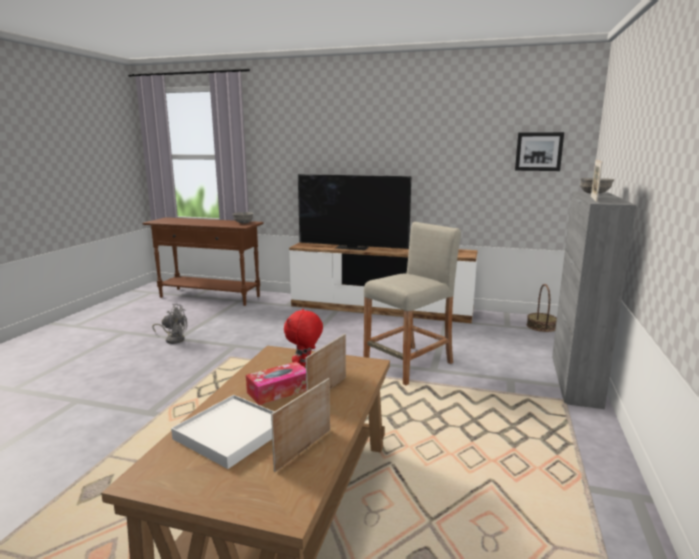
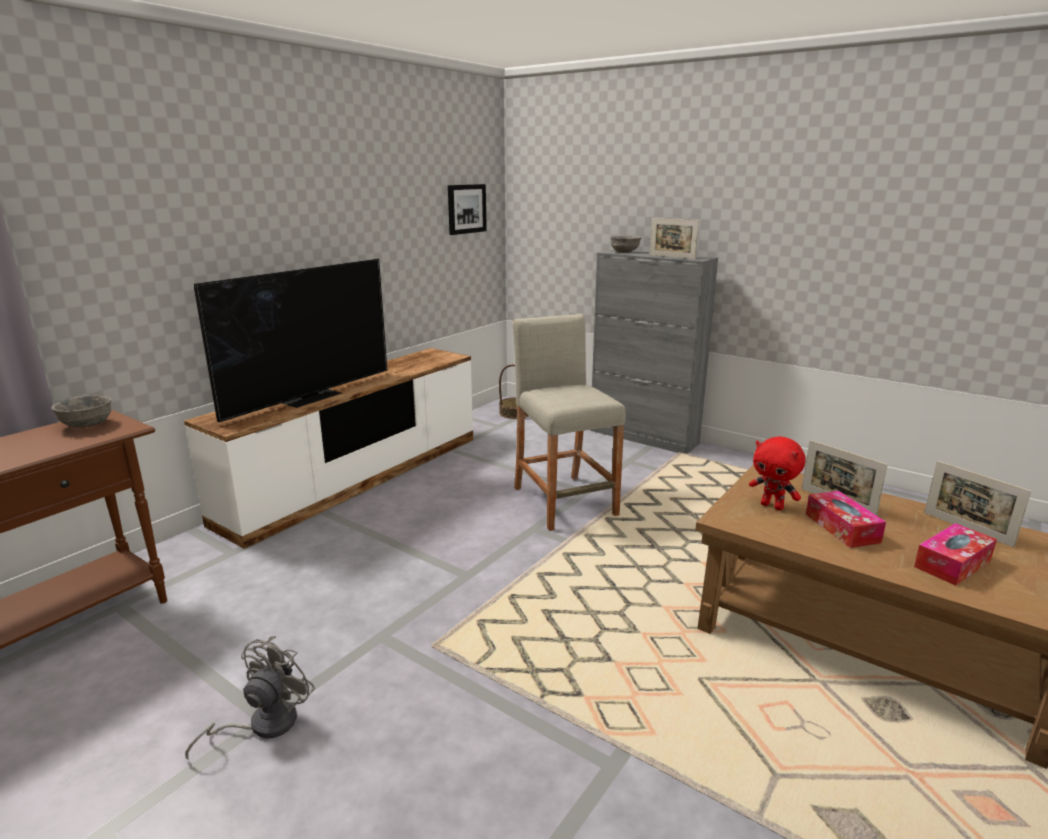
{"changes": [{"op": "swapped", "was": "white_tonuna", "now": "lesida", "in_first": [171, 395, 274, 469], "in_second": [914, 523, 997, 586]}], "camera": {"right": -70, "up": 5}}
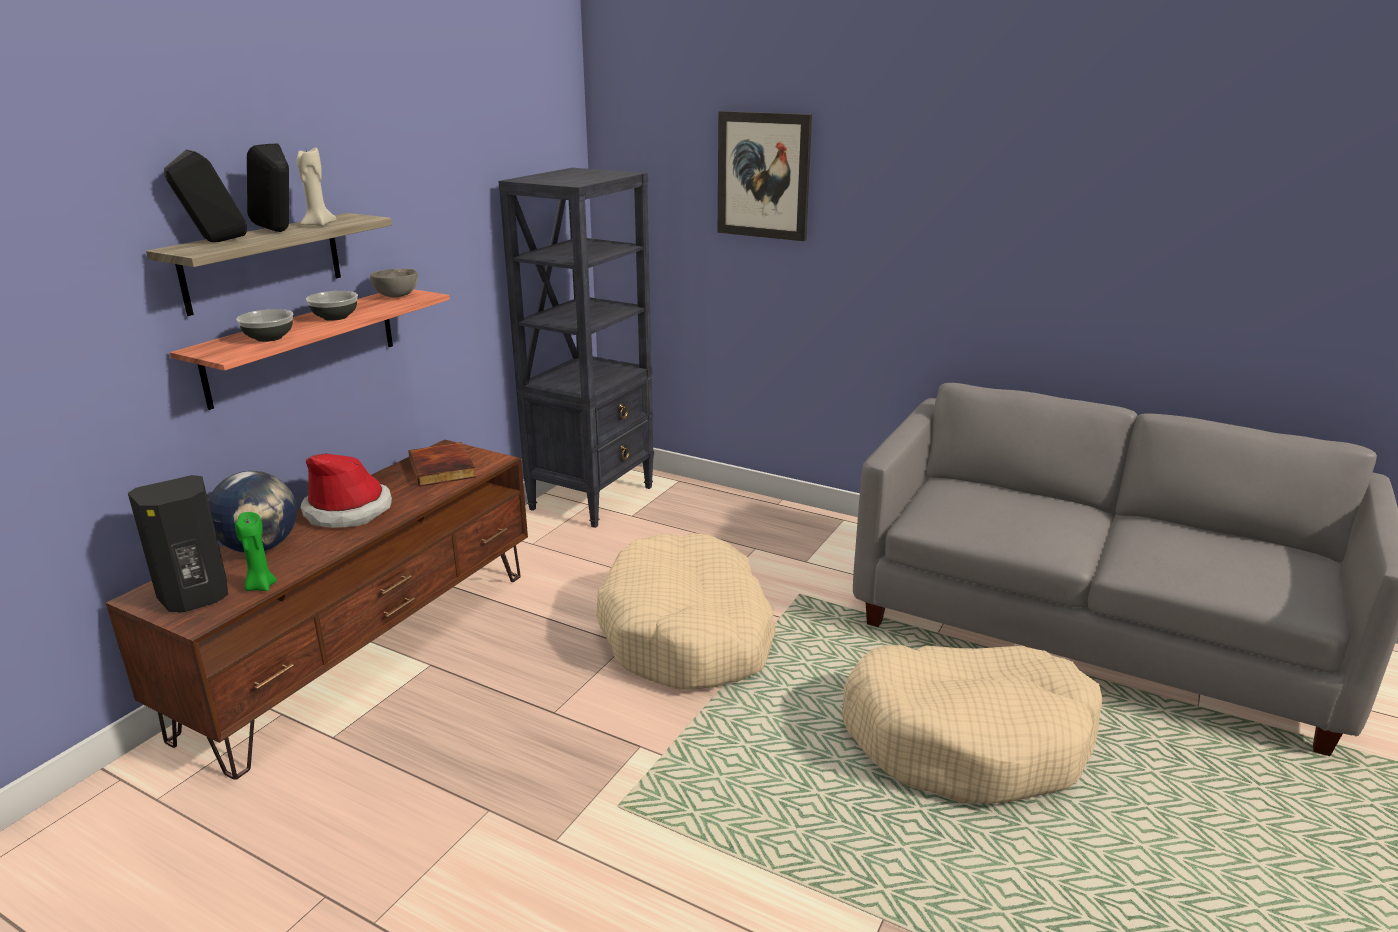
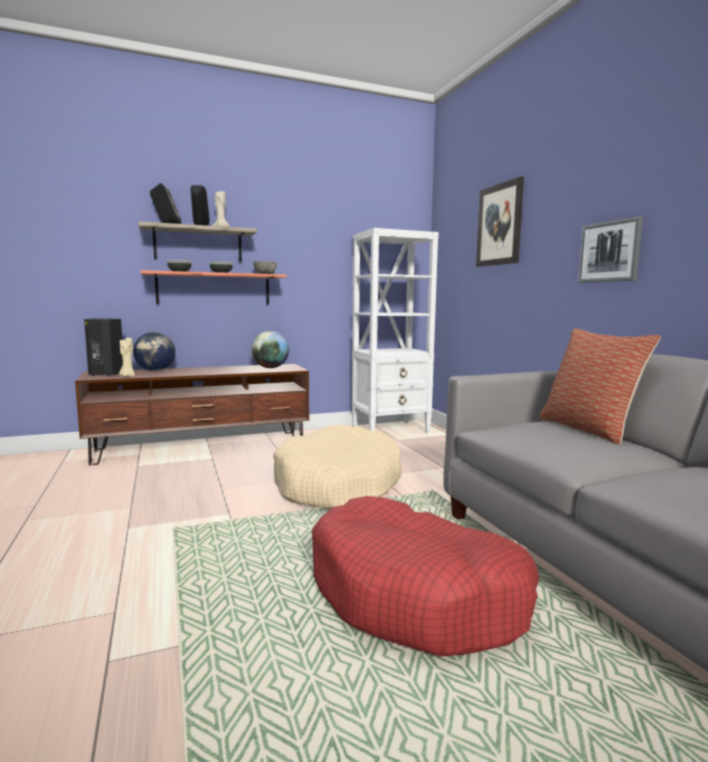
{"changes": [{"op": "repainted", "was": "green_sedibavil", "now": "beige_sedibavil", "in_first": [235, 512, 277, 591], "in_second": [119, 338, 135, 377]}, {"op": "gone", "was": "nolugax", "in_first": [301, 453, 392, 528]}, {"op": "swapped", "was": "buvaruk", "now": "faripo", "in_first": [408, 442, 476, 487], "in_second": [251, 331, 289, 368]}, {"op": "repainted", "was": "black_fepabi", "now": "white_fepabi", "in_first": [498, 168, 654, 528], "in_second": [352, 228, 439, 434]}, {"op": "repainted", "was": "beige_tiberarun", "now": "red_tiberarun", "in_first": [842, 645, 1102, 804], "in_second": [312, 496, 539, 657]}, {"op": "new", "now": "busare", "in_second": [539, 328, 661, 445]}, {"op": "new", "now": "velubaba", "in_second": [578, 216, 643, 283]}], "camera": {"right": 40, "up": -15}}
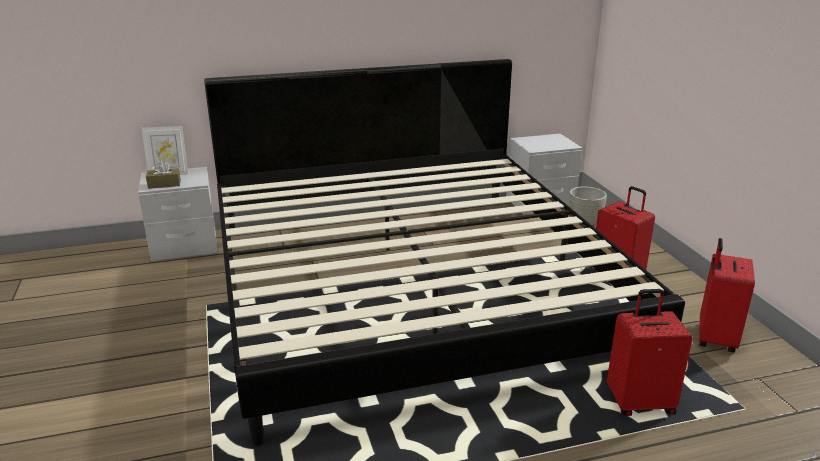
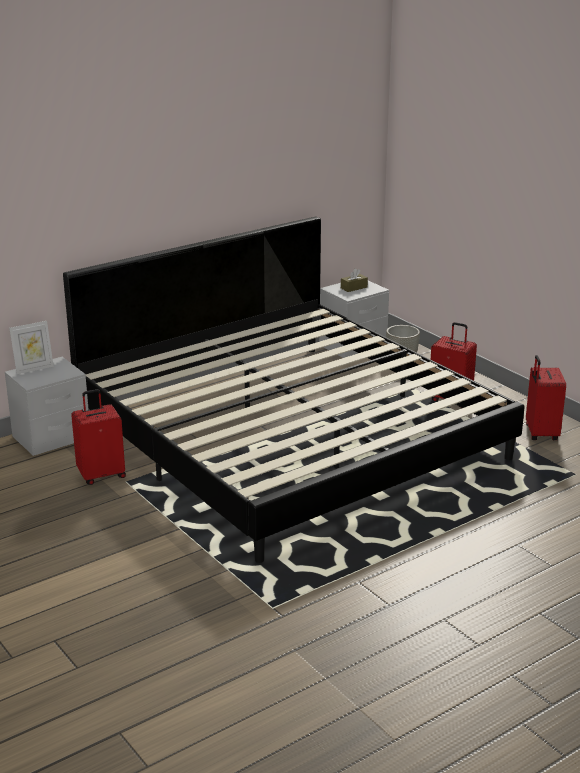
{"changes": [{"op": "shifted", "was": "brown_lesida", "in_first": [146, 160, 181, 189], "in_second": [341, 268, 368, 292]}, {"op": "shifted", "was": "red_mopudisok", "in_first": [607, 289, 693, 416], "in_second": [71, 389, 126, 485]}], "camera": {"right": -20, "up": 0}}
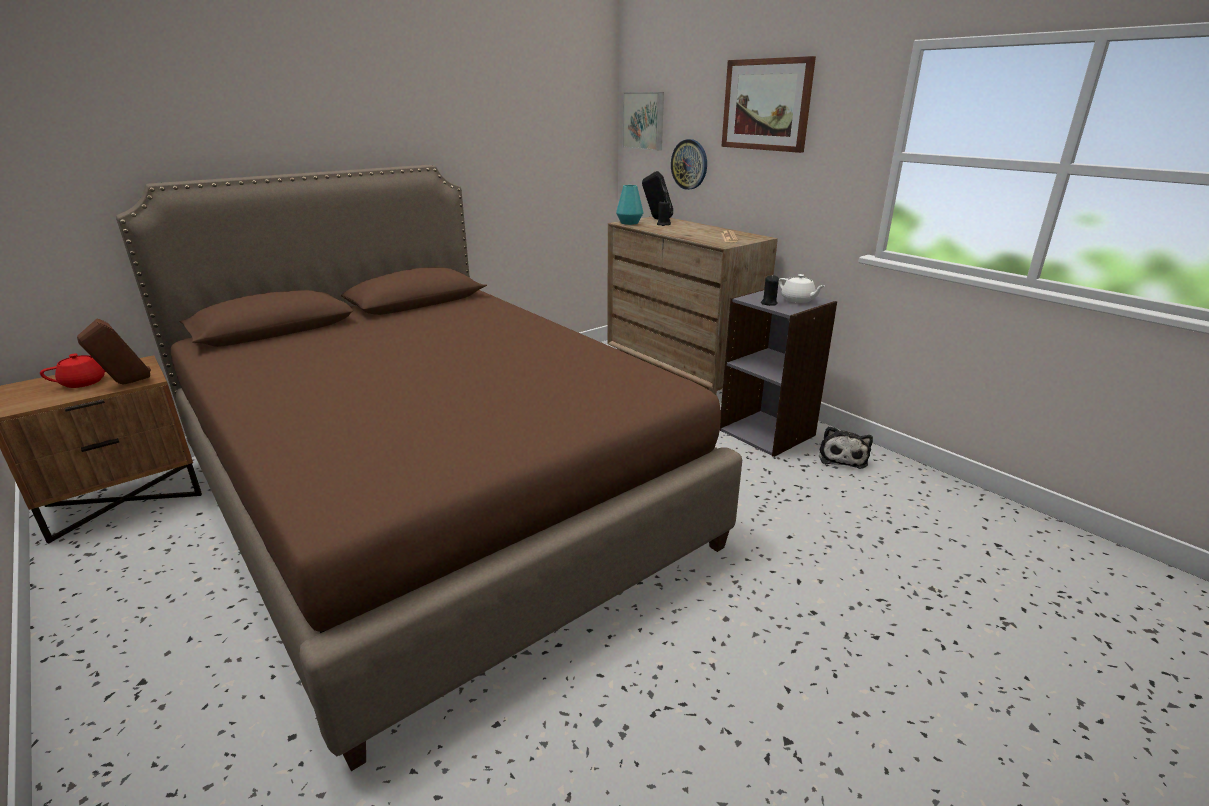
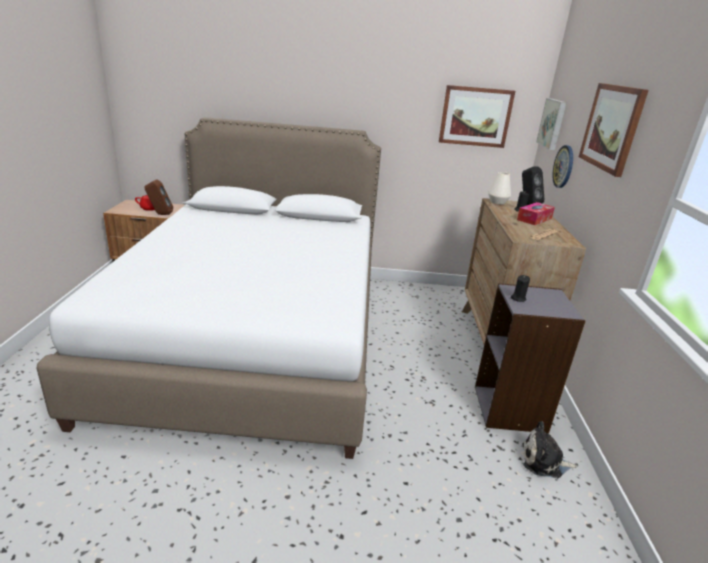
{"changes": [{"op": "repainted", "was": "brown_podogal", "now": "white_podogal", "in_first": [116, 165, 742, 771], "in_second": [37, 117, 381, 459]}, {"op": "repainted", "was": "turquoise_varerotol", "now": "white_varerotol", "in_first": [616, 185, 643, 225], "in_second": [488, 172, 511, 205]}, {"op": "gone", "was": "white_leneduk", "in_first": [779, 274, 824, 303]}, {"op": "rotated", "was": "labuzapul", "in_first": [819, 426, 873, 469], "in_second": [522, 421, 578, 478], "clockwise": 45}, {"op": "new", "now": "velubaba", "in_second": [439, 85, 515, 148]}, {"op": "new", "now": "lesida", "in_second": [517, 202, 555, 225]}], "camera": {"right": 40, "up": 0}}
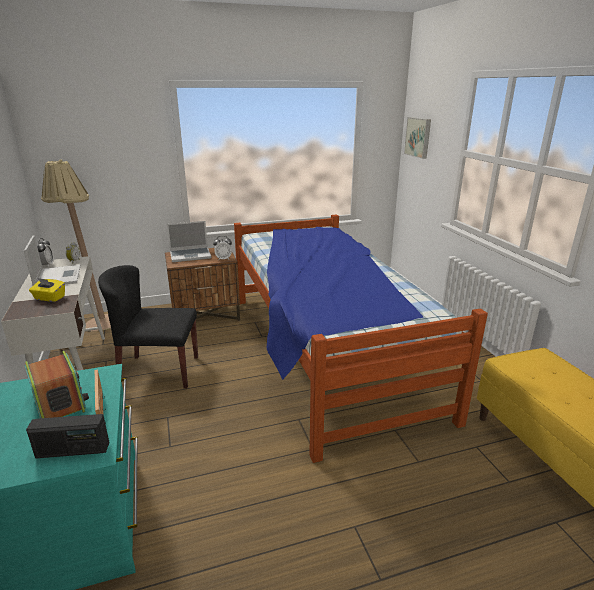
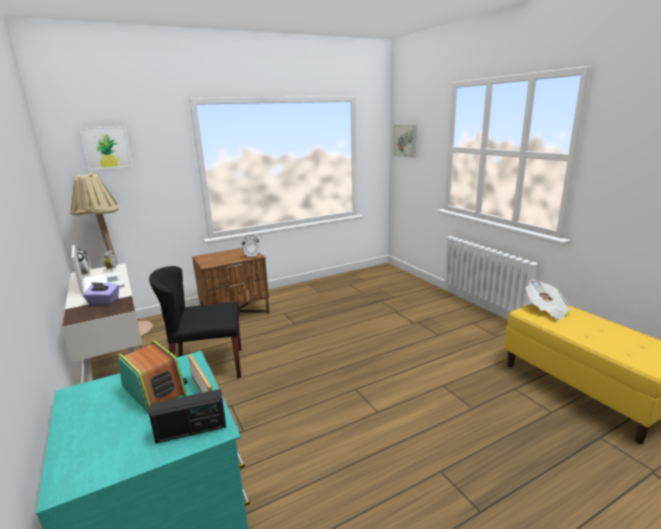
{"changes": [{"op": "repainted", "was": "yellow_lesida", "now": "purple_lesida", "in_first": [29, 278, 65, 302], "in_second": [83, 282, 119, 305]}, {"op": "gone", "was": "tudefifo", "in_first": [167, 221, 211, 262]}, {"op": "gone", "was": "podogal", "in_first": [234, 214, 488, 463]}, {"op": "new", "now": "velubaba", "in_second": [80, 126, 133, 170]}, {"op": "new", "now": "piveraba", "in_second": [525, 280, 571, 320]}], "camera": {"right": -10, "up": -5}}
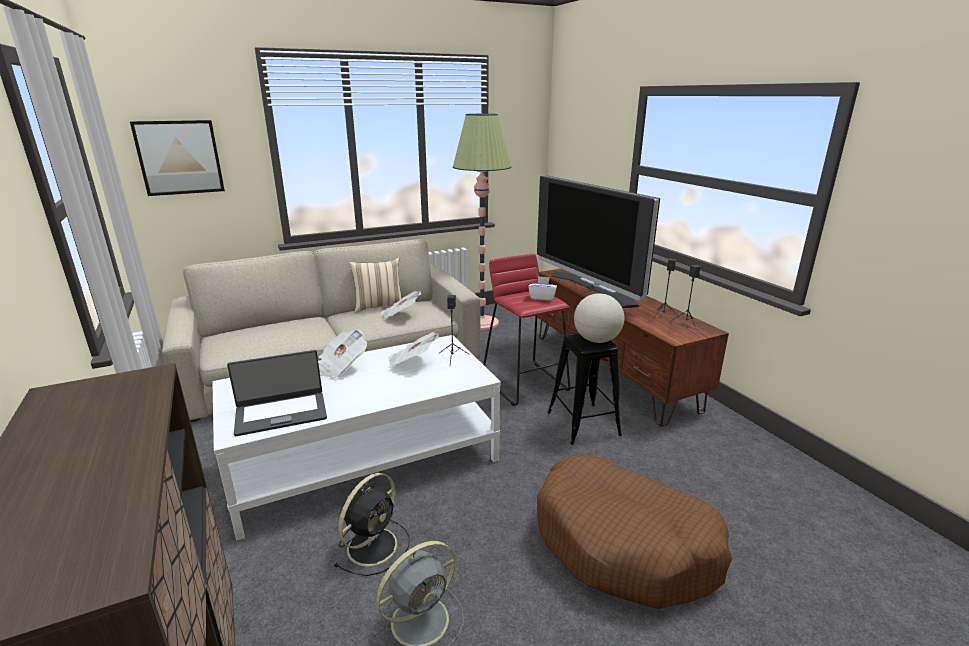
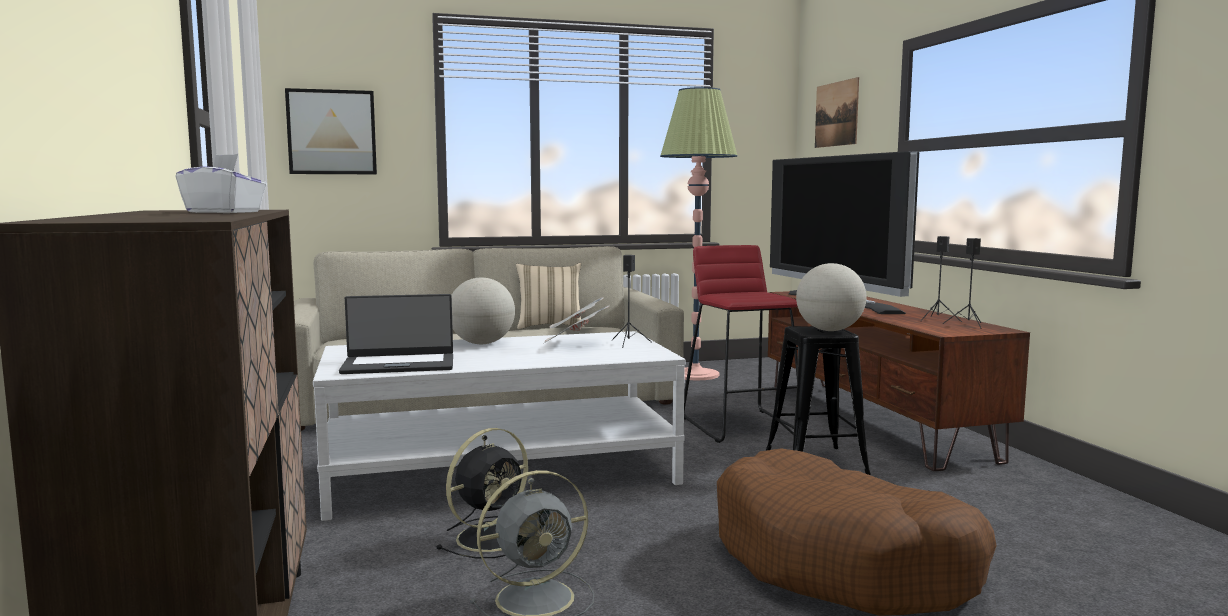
{"changes": [{"op": "swapped", "was": "piveraba", "now": "faripo", "in_first": [319, 330, 367, 377], "in_second": [452, 277, 515, 344]}, {"op": "shifted", "was": "white_lesida", "in_first": [528, 276, 557, 300], "in_second": [176, 154, 267, 213]}, {"op": "new", "now": "velubaba", "in_second": [815, 77, 859, 148]}], "camera": {"right": 10, "up": -15}}
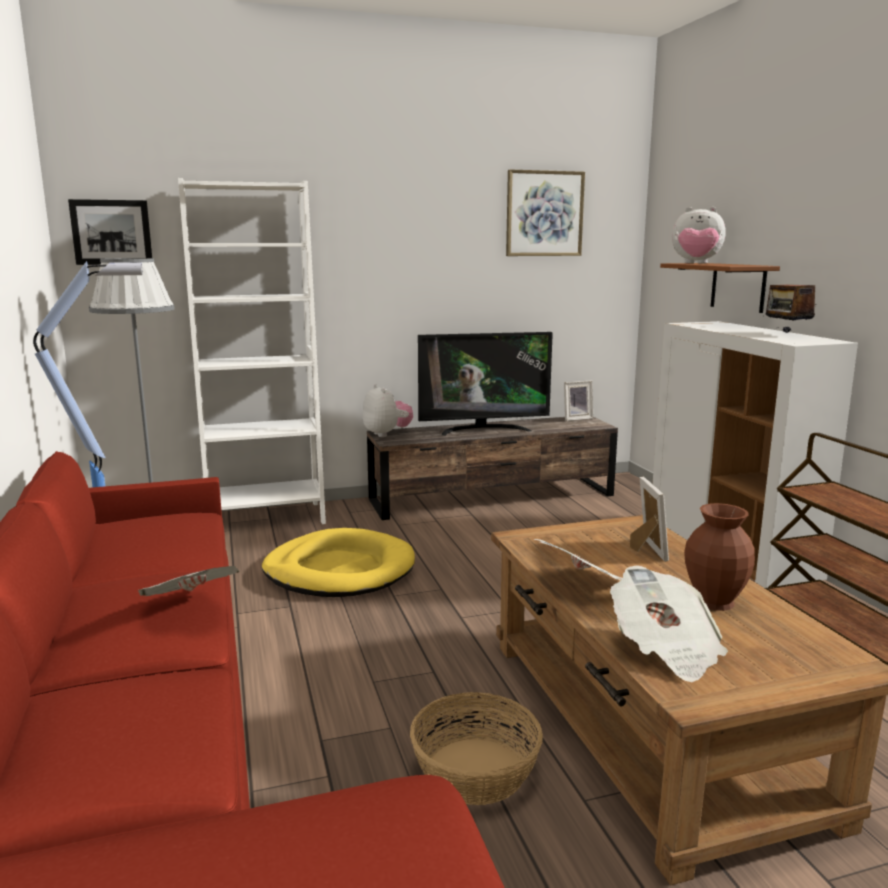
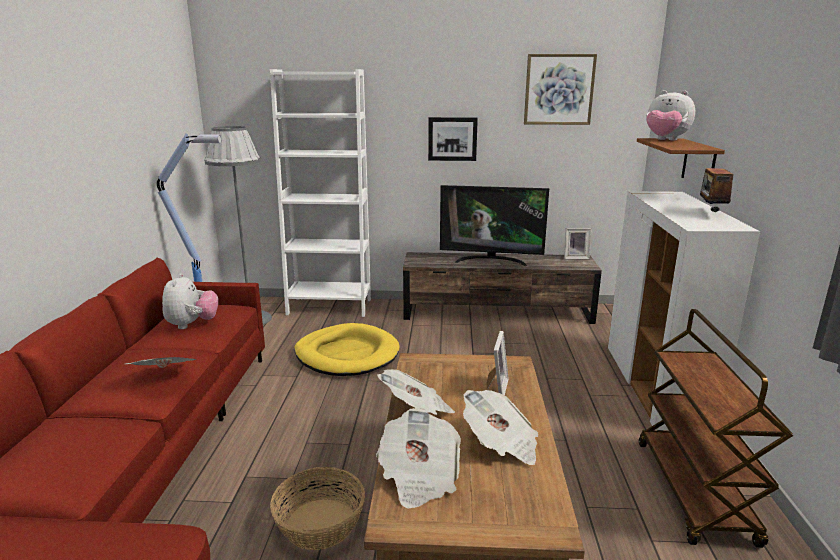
{"changes": [{"op": "shifted", "was": "velubaba", "in_first": [68, 199, 152, 265], "in_second": [428, 117, 478, 161]}, {"op": "shifted", "was": "labuzapul", "in_first": [363, 384, 413, 437], "in_second": [162, 273, 218, 329]}, {"op": "swapped", "was": "brown_varerotol", "now": "piveraba", "in_first": [684, 503, 755, 611], "in_second": [463, 390, 538, 465]}], "camera": {"right": 20, "up": 5}}
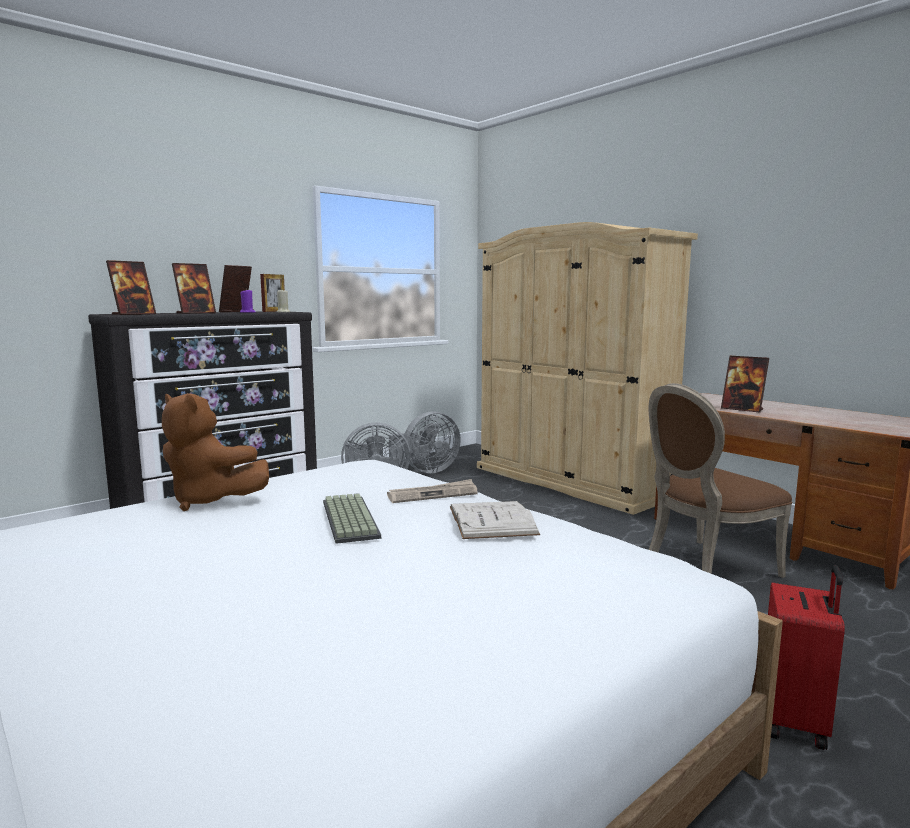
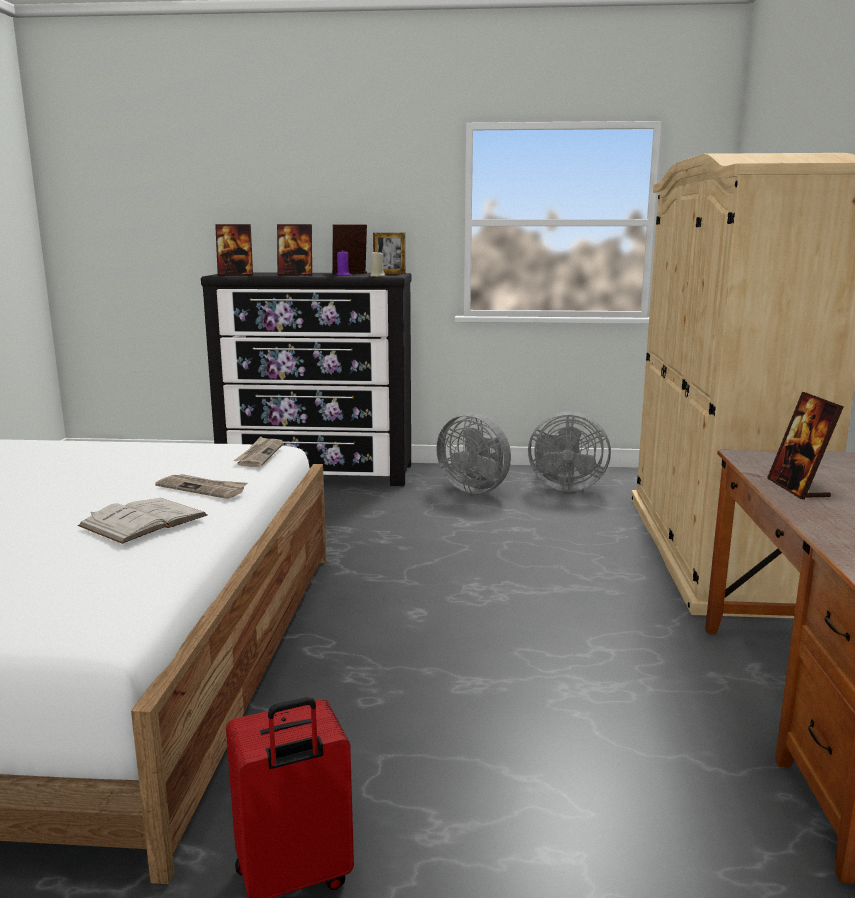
{"changes": [{"op": "gone", "was": "brown_labuzapul", "in_first": [162, 393, 269, 511]}, {"op": "gone", "was": "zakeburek", "in_first": [323, 493, 381, 544]}, {"op": "gone", "was": "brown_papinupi", "in_first": [649, 383, 792, 578]}, {"op": "new", "now": "piveraba", "in_second": [234, 437, 284, 467]}], "camera": {"right": 45, "up": 5}}
